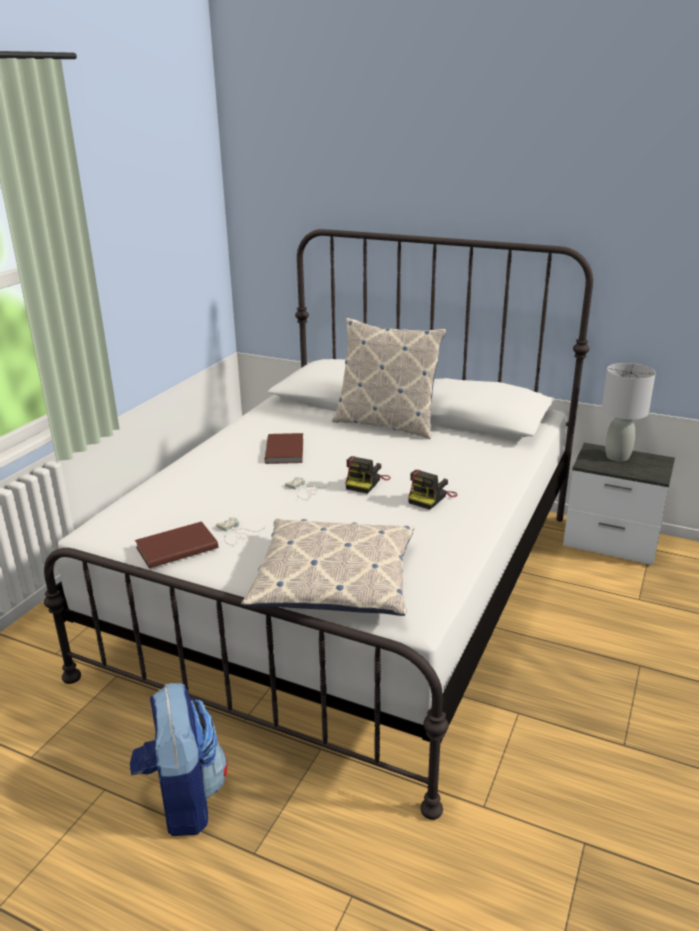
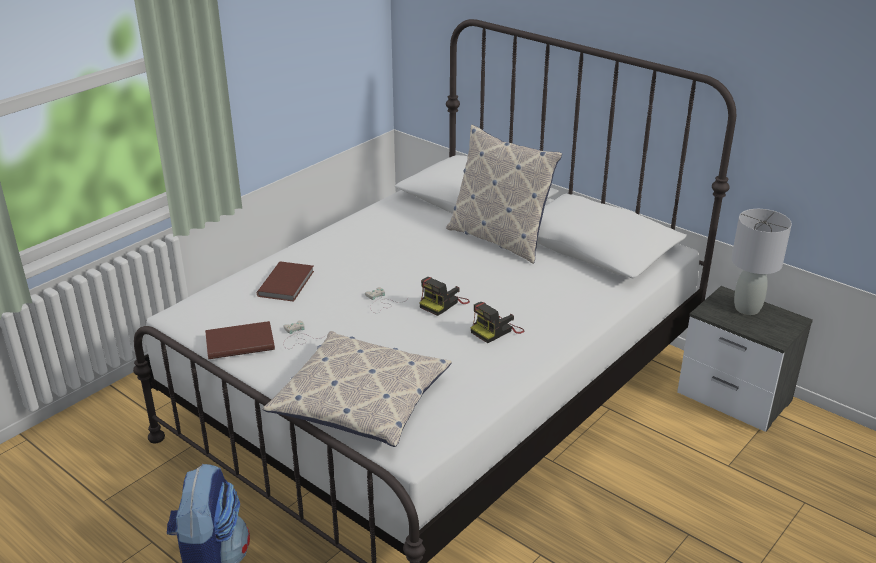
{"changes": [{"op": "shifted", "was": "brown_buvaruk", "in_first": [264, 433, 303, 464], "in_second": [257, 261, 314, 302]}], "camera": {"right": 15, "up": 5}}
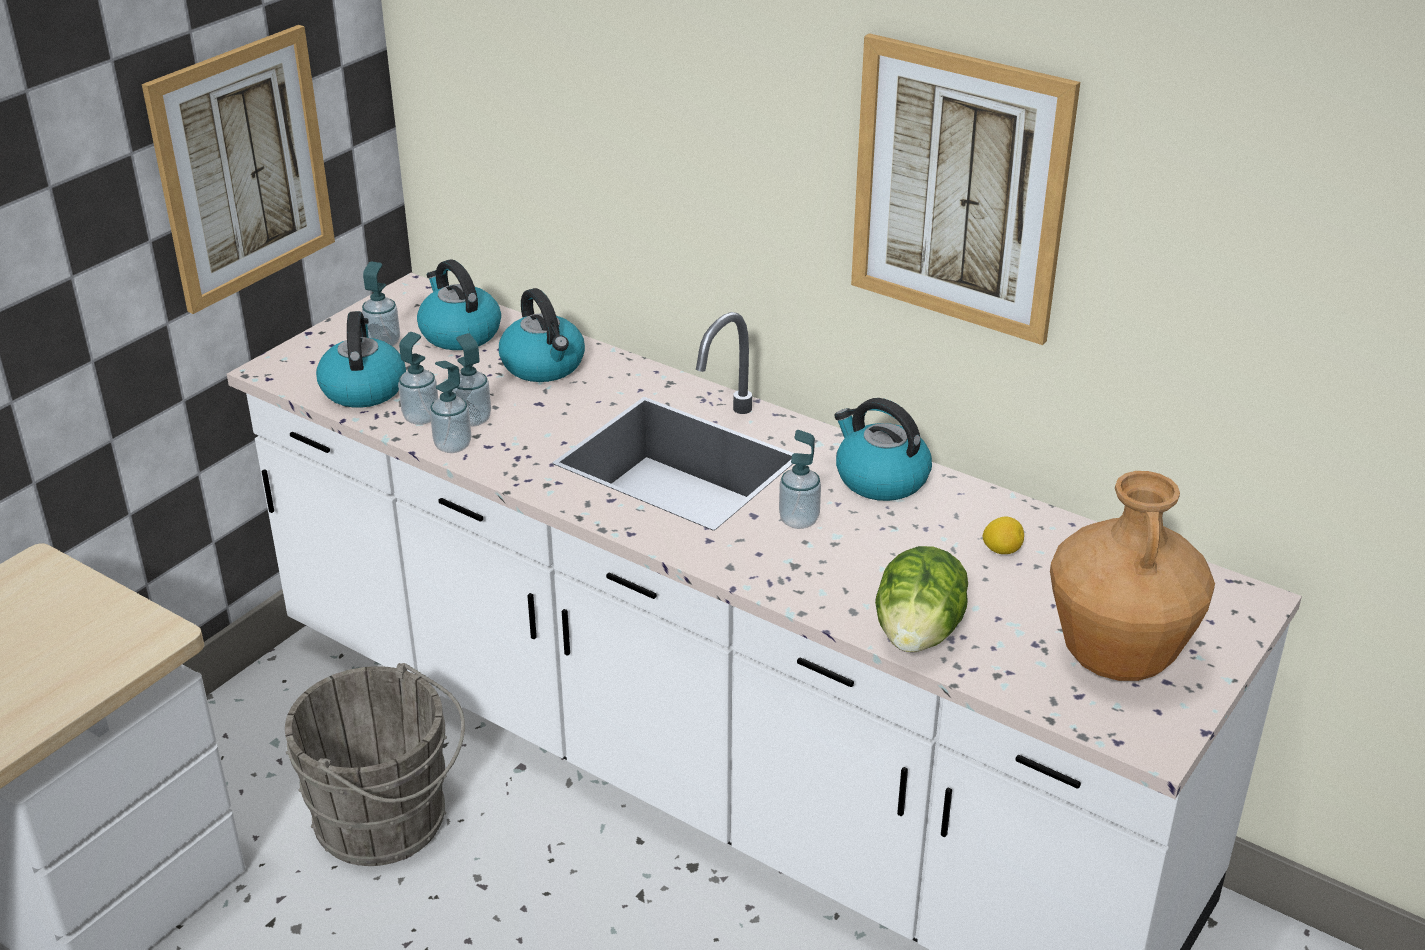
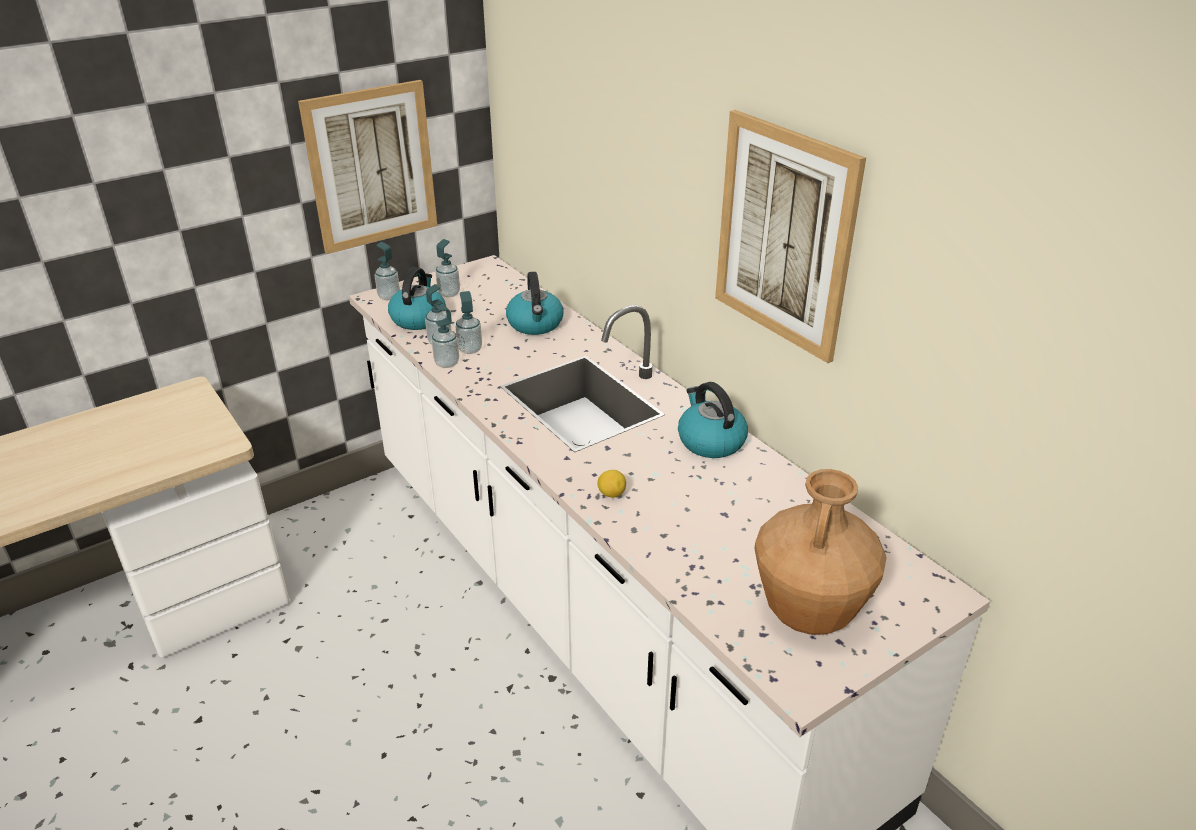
{"changes": [{"op": "gone", "was": "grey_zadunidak", "in_first": [285, 663, 465, 866]}, {"op": "gone", "was": "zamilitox", "in_first": [417, 259, 501, 350]}, {"op": "shifted", "was": "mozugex", "in_first": [779, 430, 821, 529], "in_second": [375, 242, 400, 300]}, {"op": "gone", "was": "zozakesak", "in_first": [875, 546, 968, 652]}, {"op": "shifted", "was": "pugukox", "in_first": [982, 517, 1024, 554], "in_second": [597, 470, 626, 498]}], "camera": {"right": 20, "up": 0}}
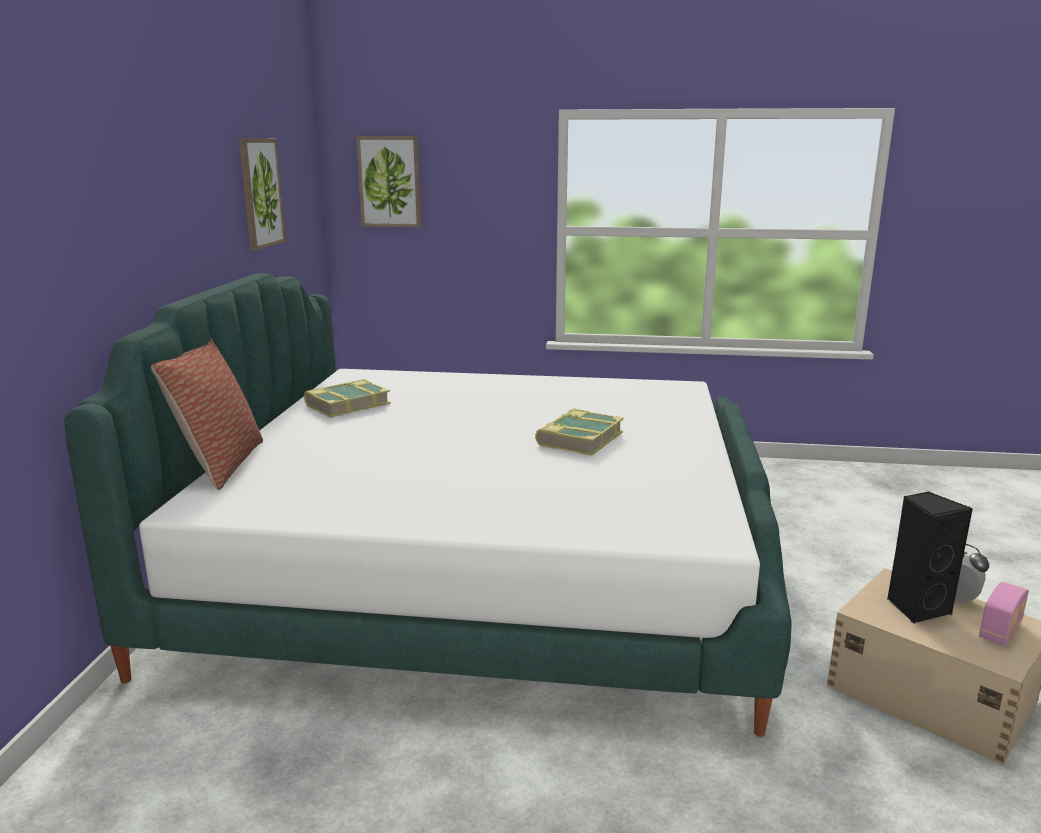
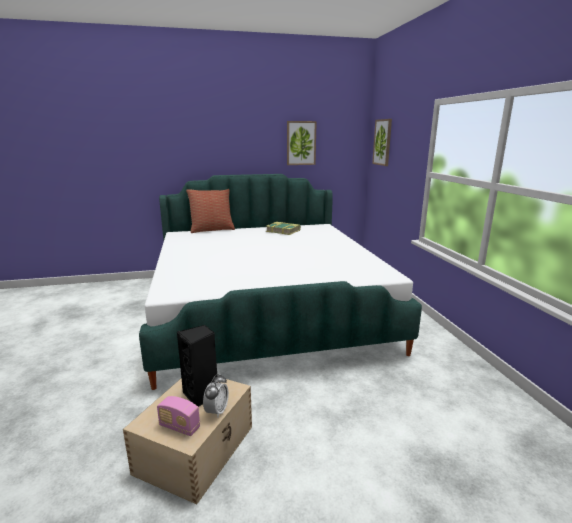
{"changes": [{"op": "gone", "was": "buvaruk", "in_first": [535, 408, 624, 455]}], "camera": {"right": 70, "up": 0}}
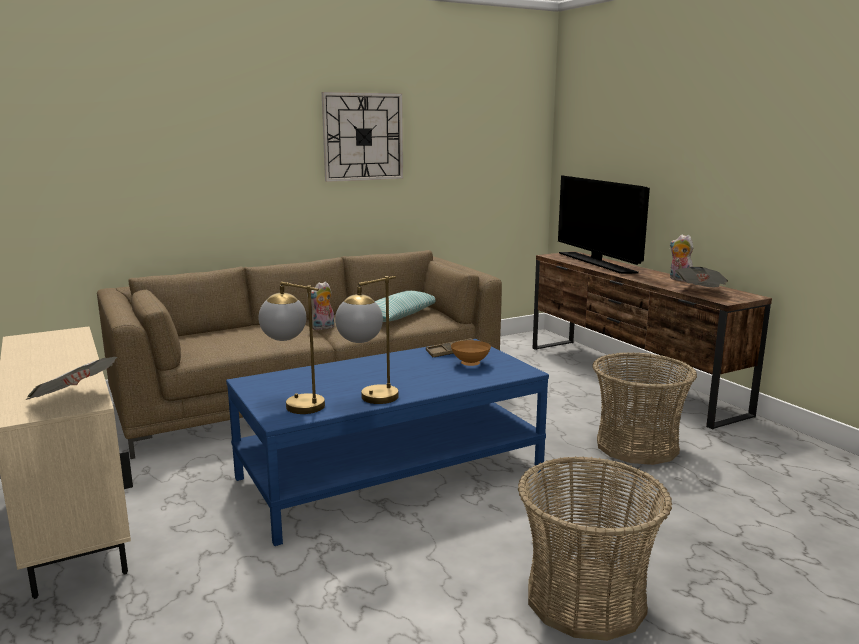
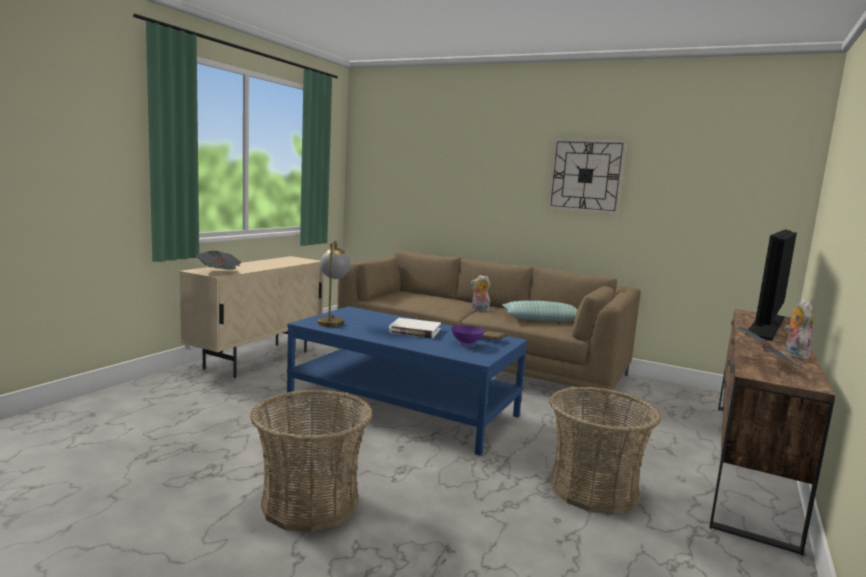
{"changes": [{"op": "gone", "was": "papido", "in_first": [335, 276, 399, 404]}, {"op": "repainted", "was": "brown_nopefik", "now": "purple_nopefik", "in_first": [451, 340, 491, 366], "in_second": [451, 325, 484, 346]}, {"op": "new", "now": "white_buvaruk", "in_second": [389, 318, 441, 338]}], "camera": {"right": 55, "up": -5}}
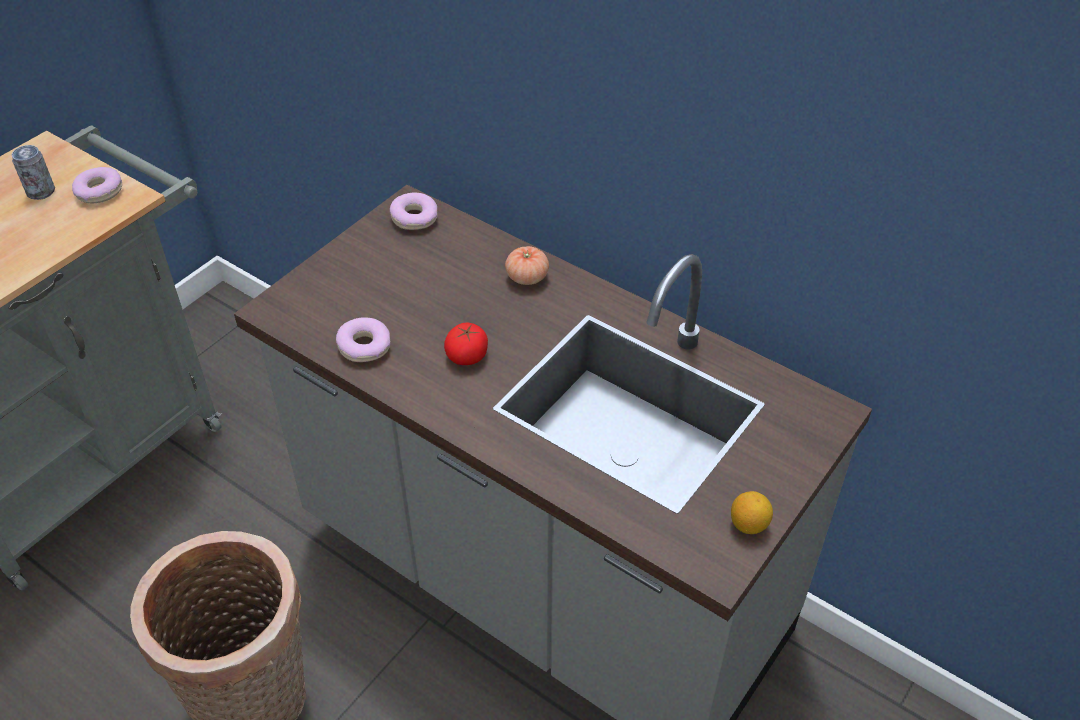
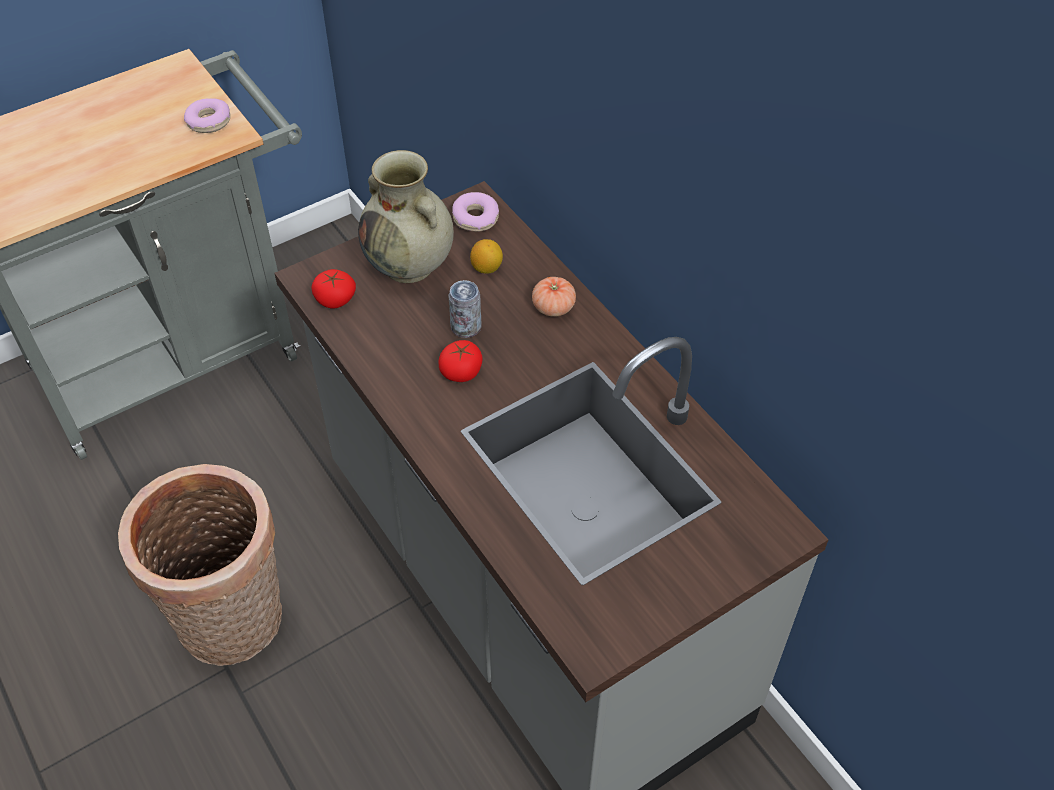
{"changes": [{"op": "shifted", "was": "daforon", "in_first": [12, 145, 55, 200], "in_second": [448, 280, 482, 338]}, {"op": "gone", "was": "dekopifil", "in_first": [336, 317, 391, 362]}, {"op": "shifted", "was": "pugukox", "in_first": [731, 491, 773, 534], "in_second": [470, 239, 503, 274]}, {"op": "new", "now": "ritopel", "in_second": [311, 269, 356, 309]}, {"op": "new", "now": "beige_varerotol", "in_second": [358, 150, 454, 283]}], "camera": {"right": 20, "up": 5}}
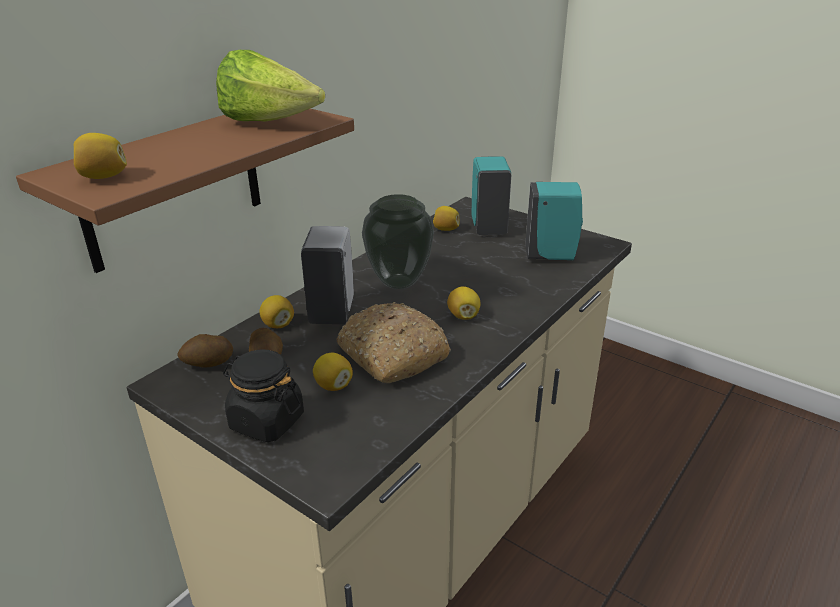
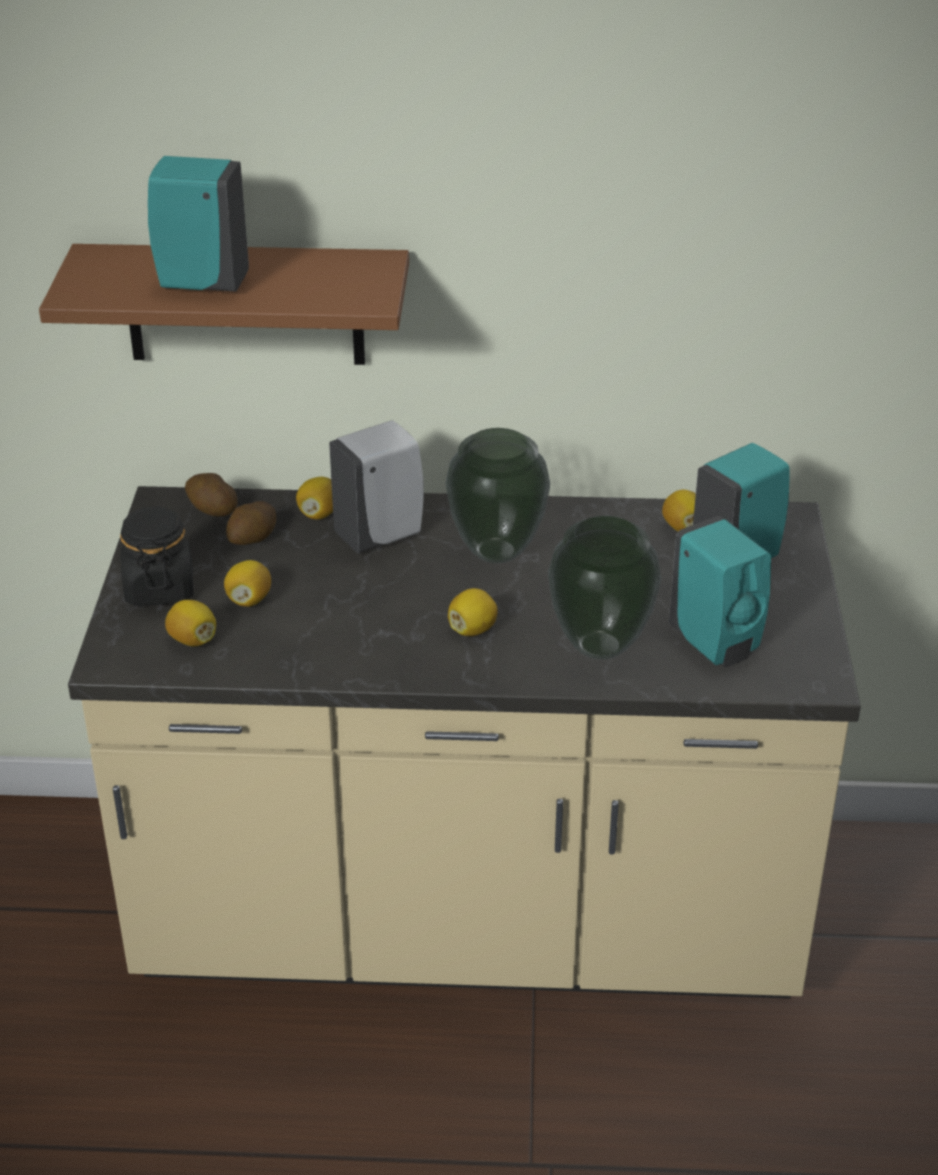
{"changes": [{"op": "shifted", "was": "pugukox", "in_first": [74, 133, 127, 179], "in_second": [165, 600, 216, 646]}, {"op": "gone", "was": "zozakesak", "in_first": [216, 50, 325, 122]}, {"op": "gone", "was": "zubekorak", "in_first": [336, 302, 451, 383]}, {"op": "new", "now": "turquoise_mozugex", "in_second": [148, 156, 249, 292]}, {"op": "new", "now": "varerotol", "in_second": [548, 516, 661, 660]}], "camera": {"right": 55, "up": 5}}
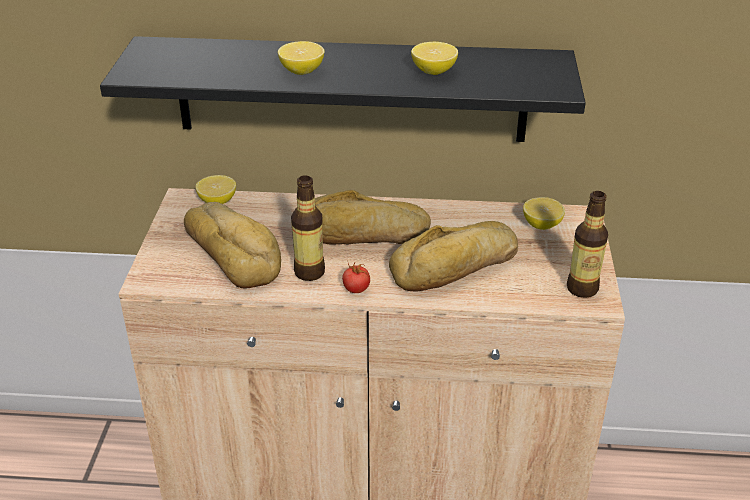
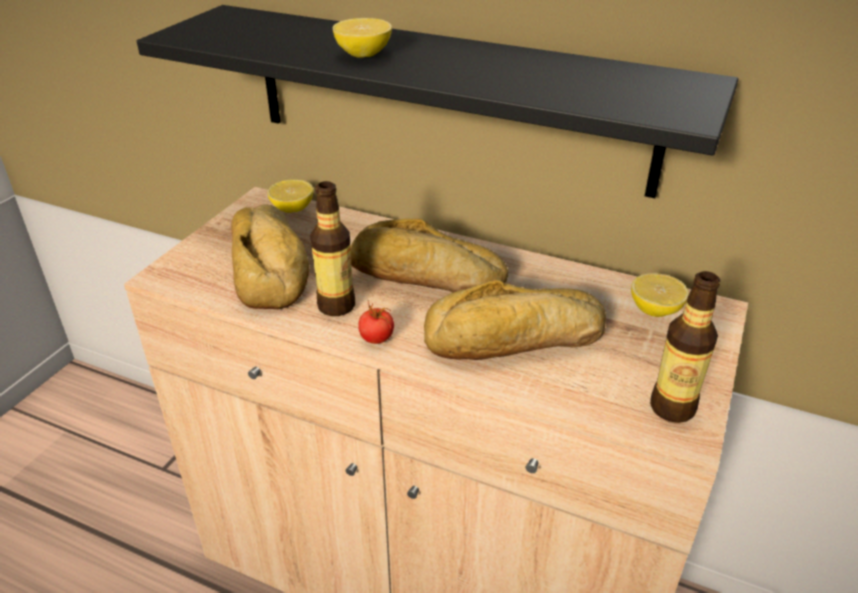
{"changes": [{"op": "gone", "was": "pugukox", "in_first": [411, 42, 458, 75]}], "camera": {"right": 20, "up": 0}}
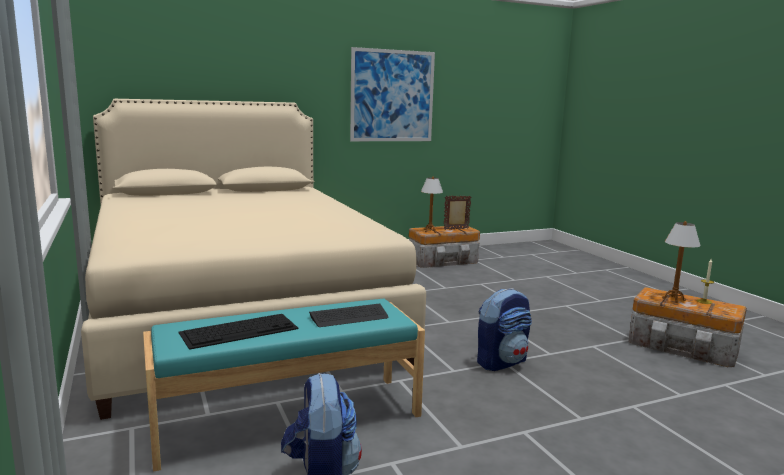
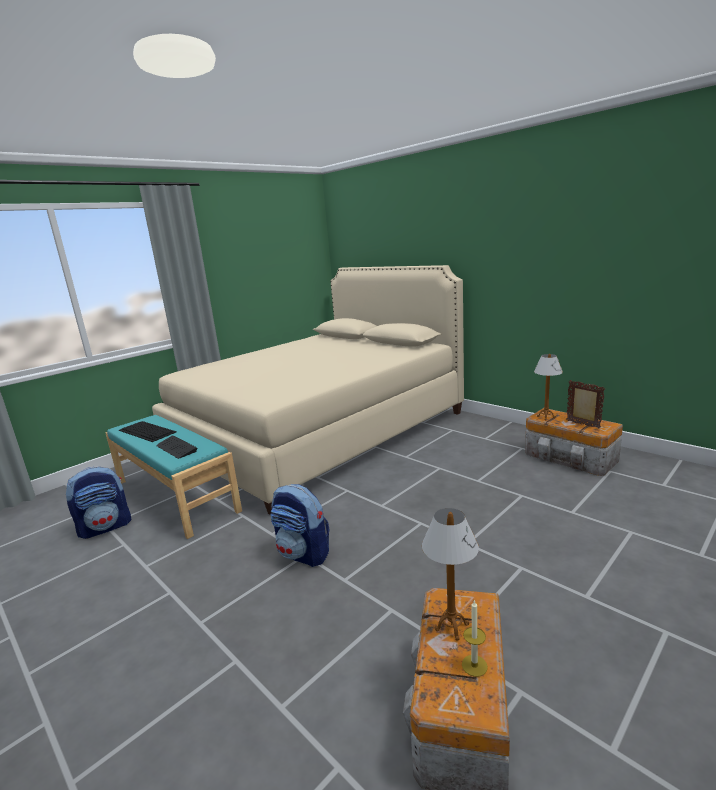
{"changes": [{"op": "gone", "was": "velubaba", "in_first": [350, 47, 435, 141]}], "camera": {"right": 70, "up": 5}}
